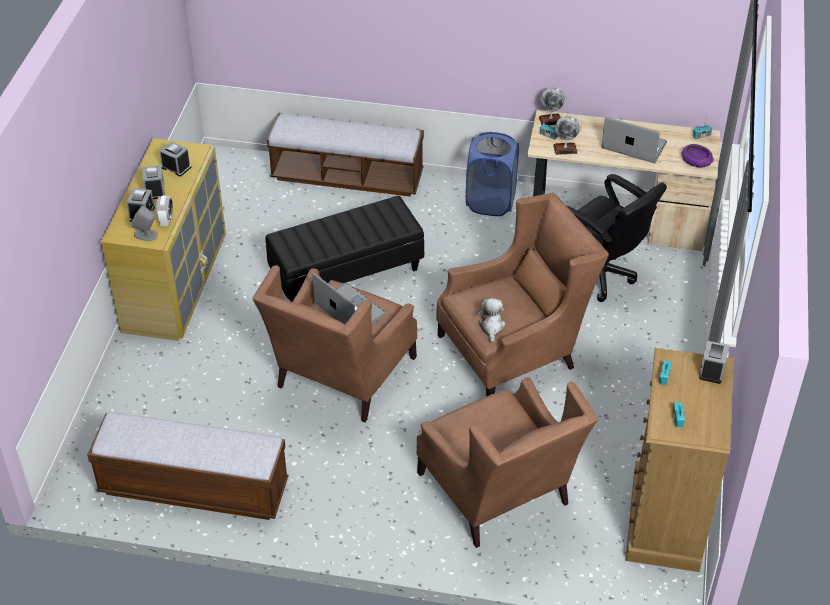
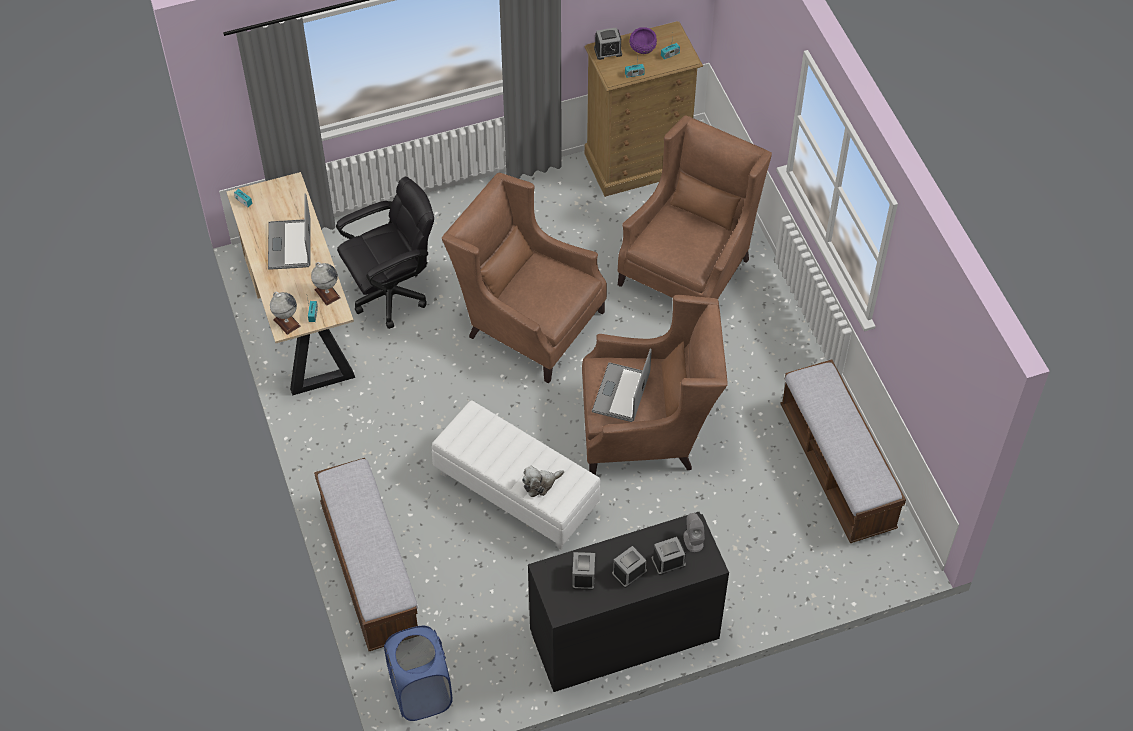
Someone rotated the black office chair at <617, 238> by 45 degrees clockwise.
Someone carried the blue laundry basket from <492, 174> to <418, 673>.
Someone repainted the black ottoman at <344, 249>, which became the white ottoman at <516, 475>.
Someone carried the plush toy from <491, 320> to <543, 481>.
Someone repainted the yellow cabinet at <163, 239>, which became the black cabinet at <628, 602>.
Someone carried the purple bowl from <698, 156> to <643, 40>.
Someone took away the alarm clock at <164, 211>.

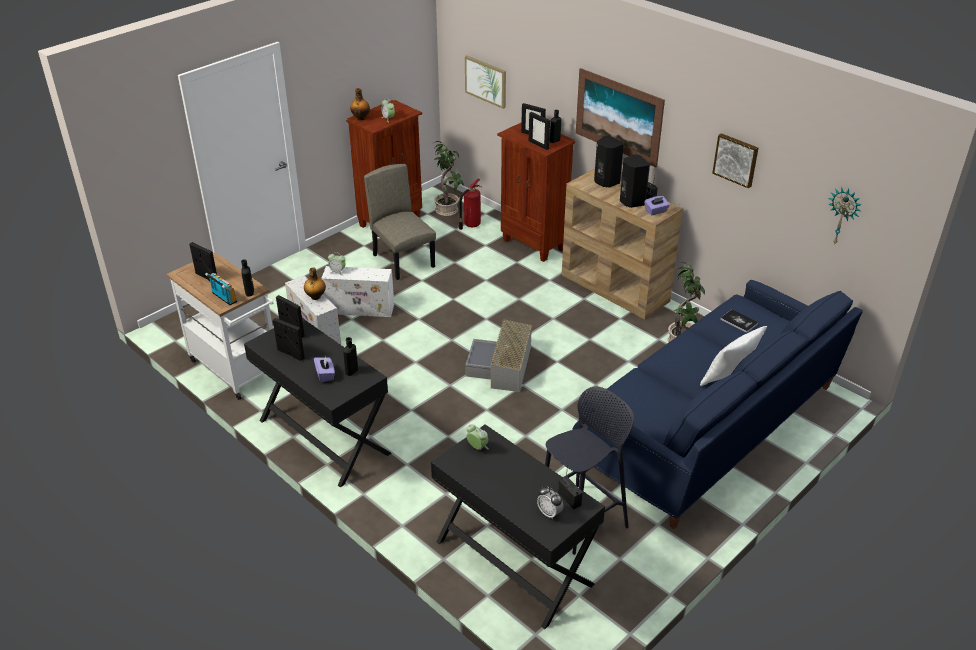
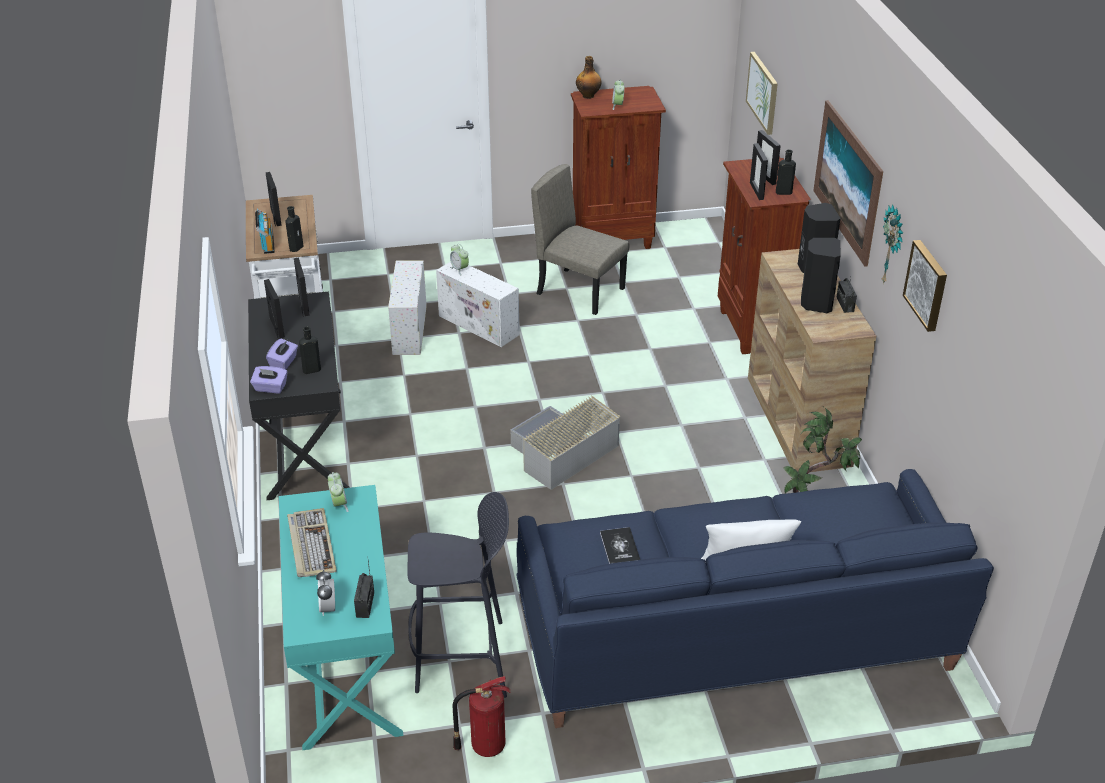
Someone carried the purple tissue box from <657, 205> to <269, 379>.
Someone repainted the black desk at <518, 526>, which became the turquoise desk at <341, 617>.
Someone put down the keyboard at <312, 542>.
Someone carried the fire extinguisher from <470, 204> to <481, 716>.
Someone rotated the beige chair at <400, 222> by 60 degrees counterclockwise.
Someone carried the book from <739, 321> to <620, 545>.
Someone carried the wall clock from <845, 216> to <892, 244>.
Someone took away the bottle at <315, 283>.
Someone took away the potted plant at <448, 178>.

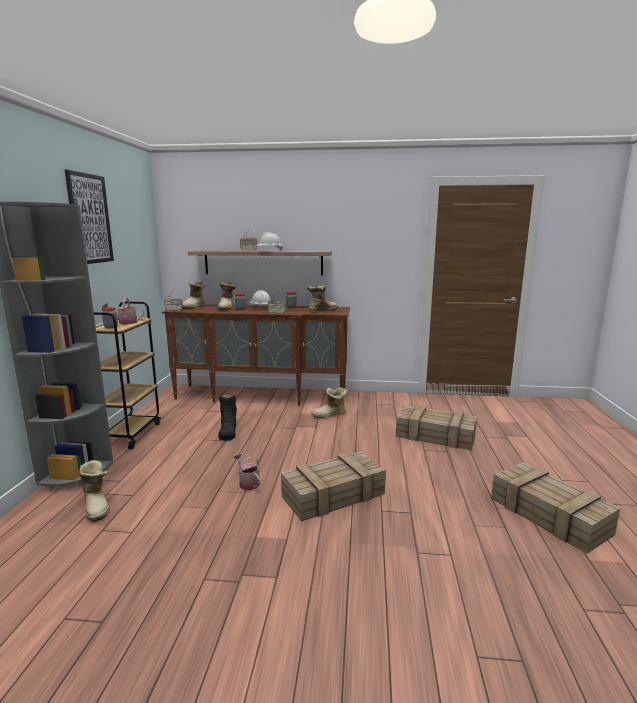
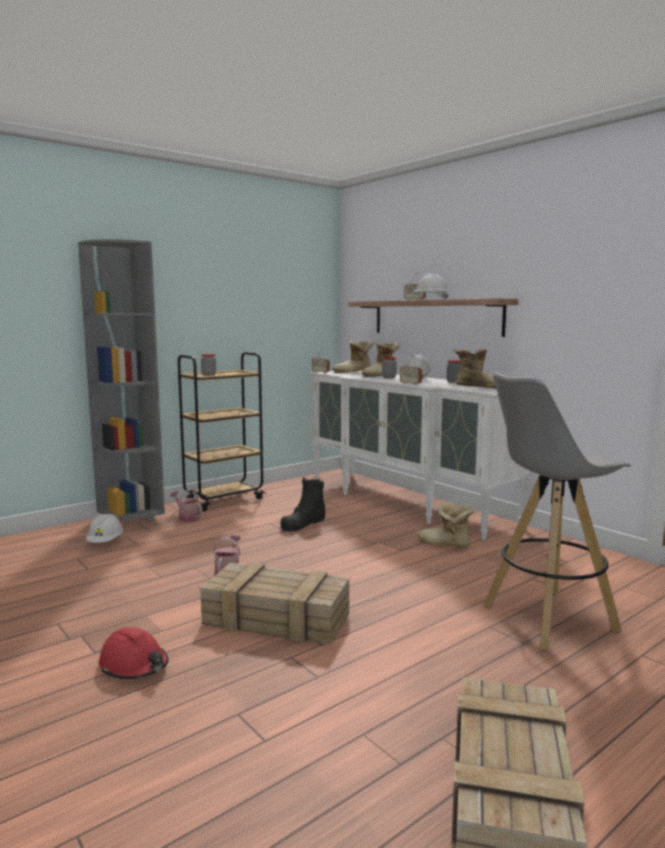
Someone swapped the boot at <94, 490> for the white hard hat at <104, 528>.
Someone put down the red hard hat at <134, 653>.
Someone carried the watering can from <123, 310> to <186, 505>.
Someone repainted the brown cabinet at <255, 355>, which became the white cabinet at <419, 455>.
Someone swapped the crate at <436, 427> for the grey stool at <557, 511>.
Someone took away the picture at <89, 216>.

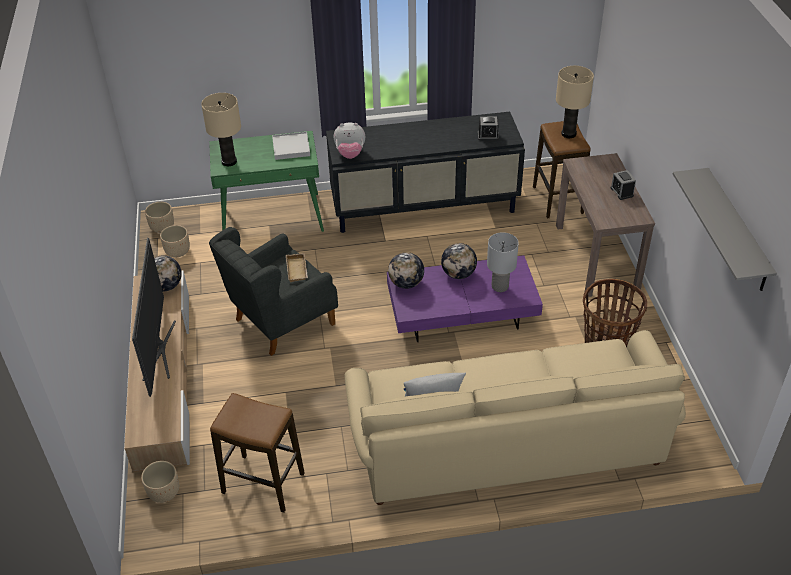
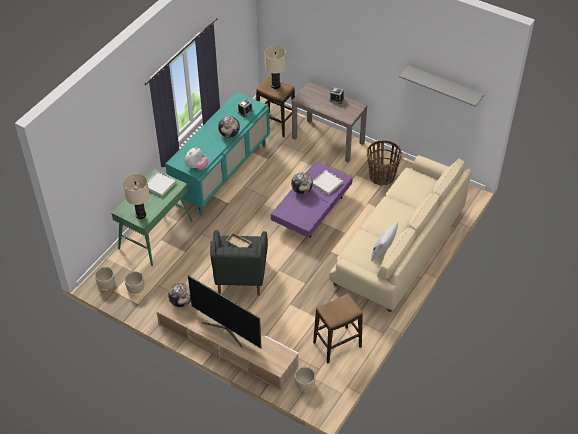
Someone repainted the black cabinet at <425, 172>, which became the turquoise cabinet at <217, 154>.
Someone carried the globe from <406, 270> to <229, 127>.
Someone swapped the grey table lamp at <503, 262> for the white tray at <328, 182>.

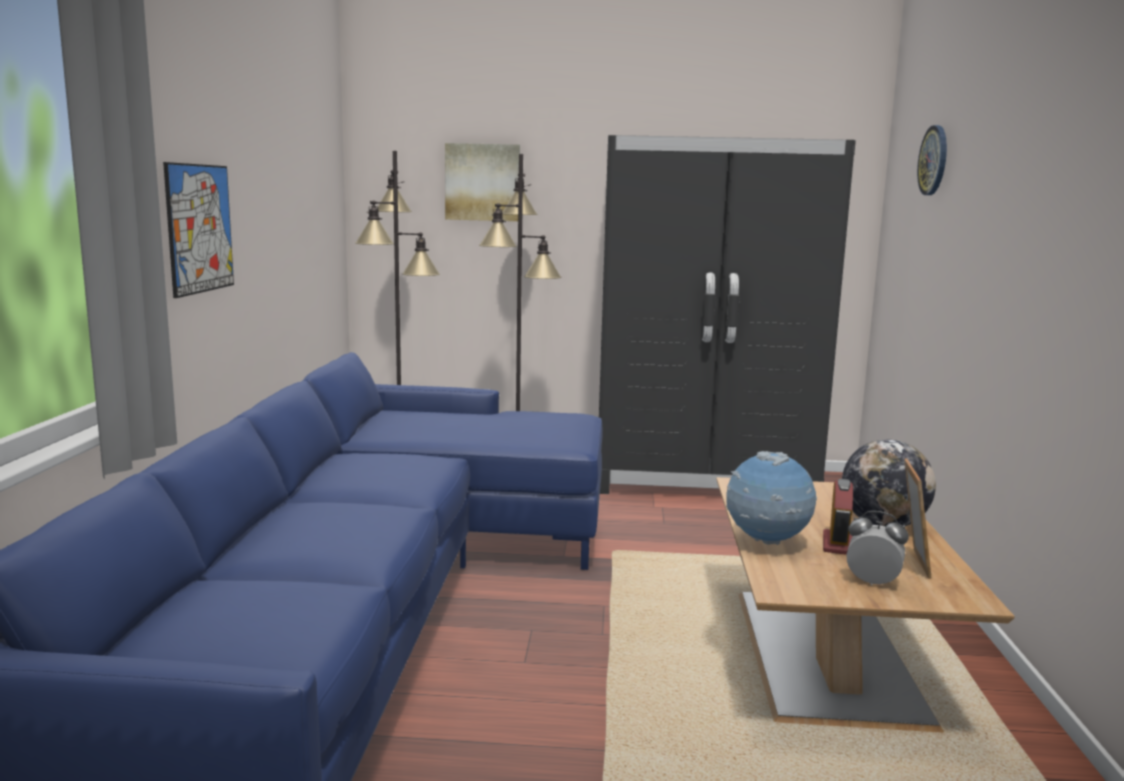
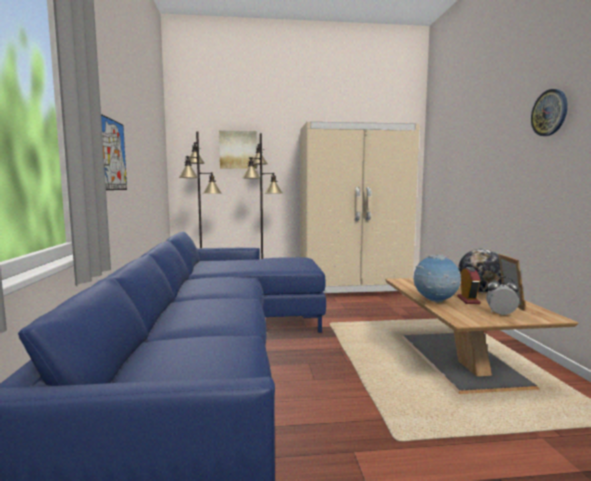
Someone repainted the black cabinet at <727, 314>, which became the beige cabinet at <360, 209>.
Someone carried the wall clock from <932, 160> to <549, 112>.

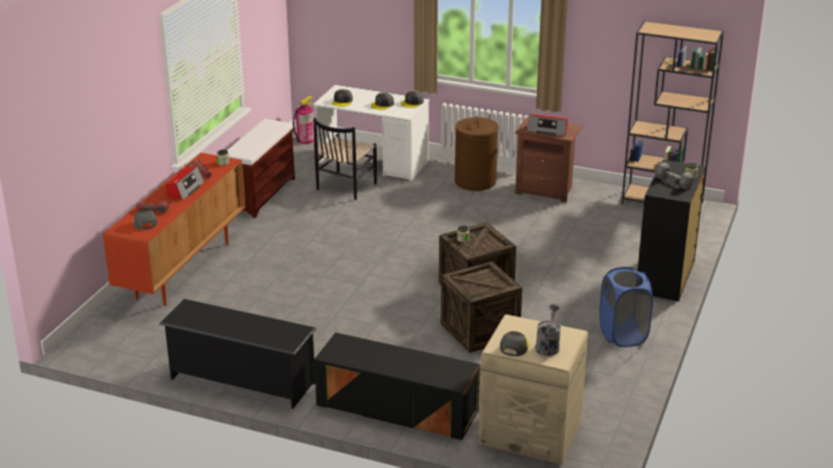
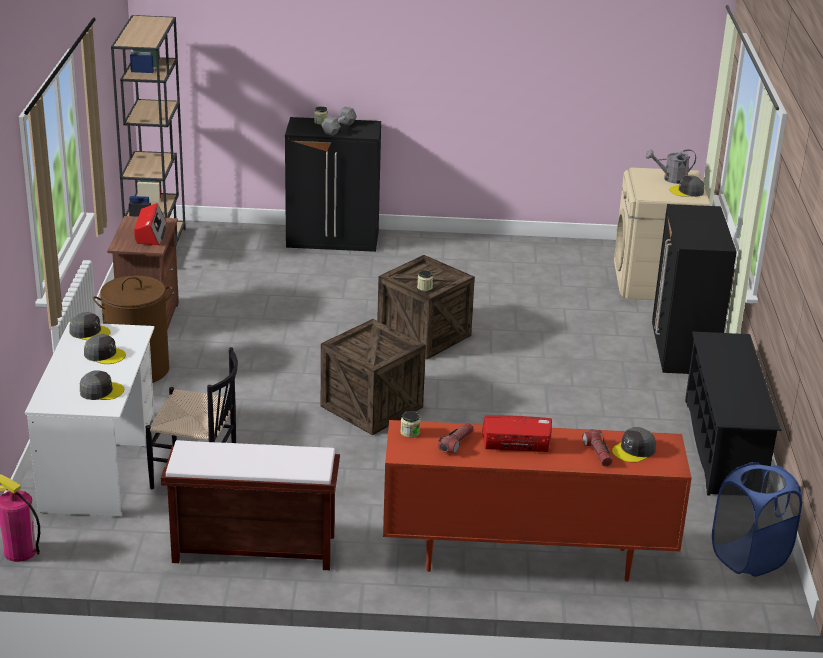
Someone carried the crate from <481, 307> to <373, 377>.
Someone swapped the black bench at <397, 386> for the black cabinet at <694, 289>.
Someone carried the blue laundry basket from <626, 307> to <757, 519>.

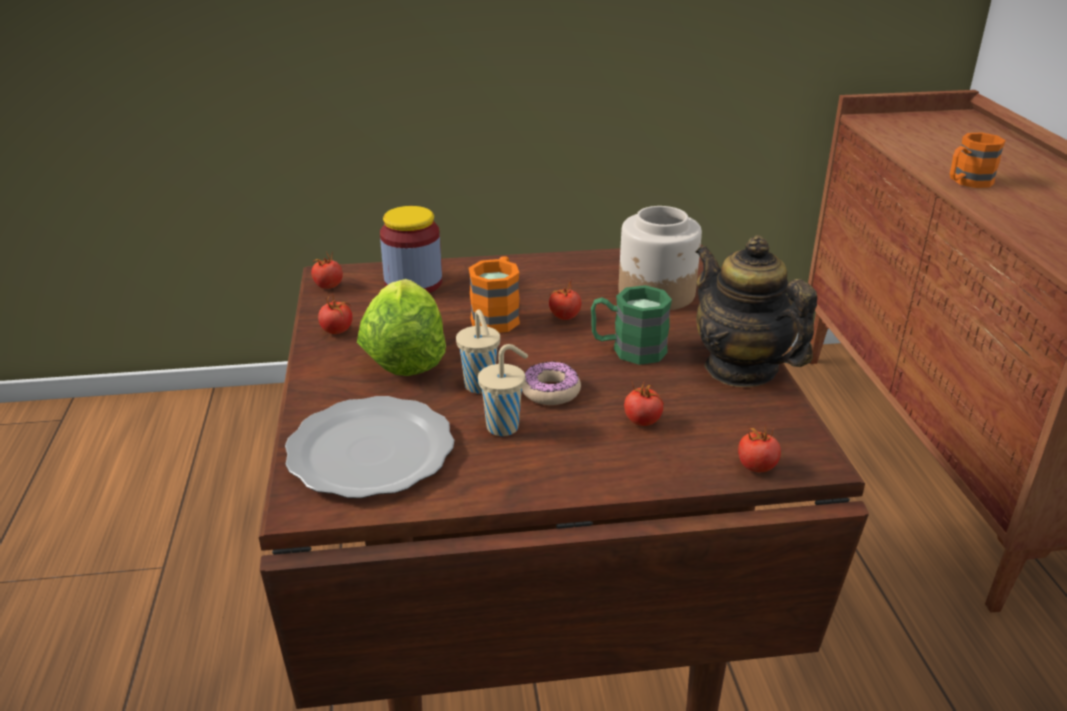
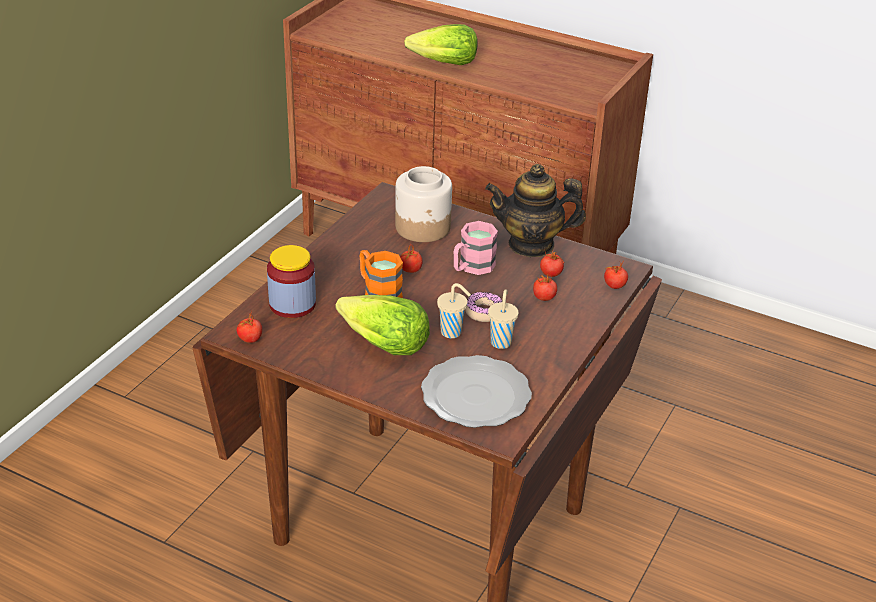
Someone swapped the orange mug at <978, 160> for the lettuce at <441, 44>.
Someone repainted the green mug at <631, 325>, which became the pink mug at <475, 248>.
Someone carried the tomato from <335, 312> to <552, 264>.

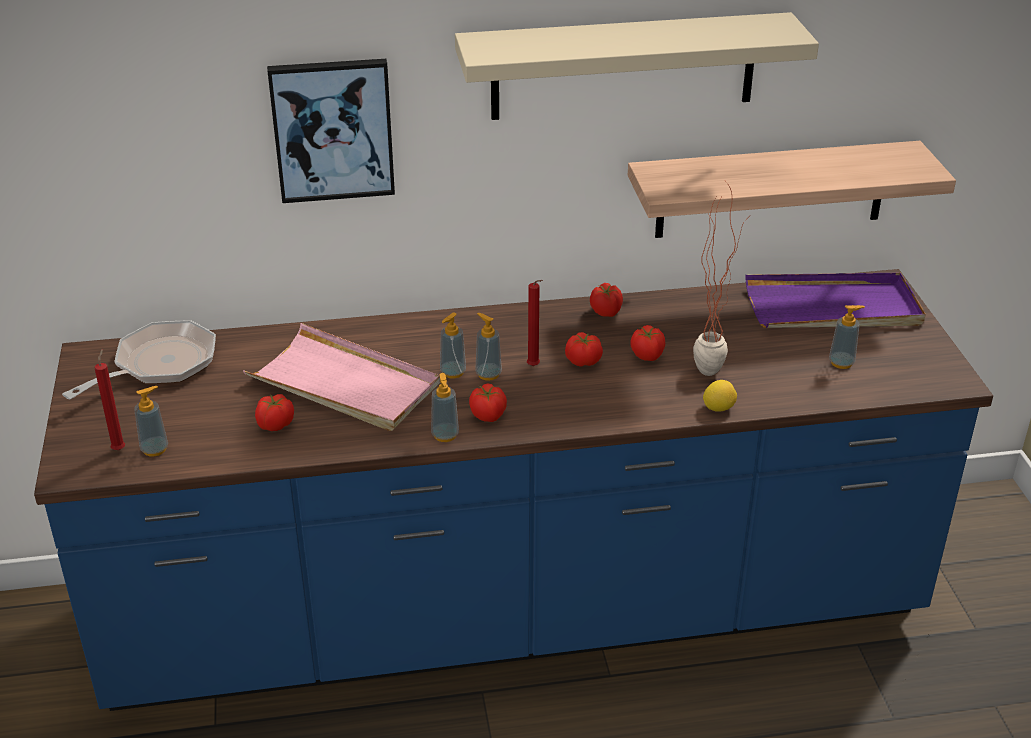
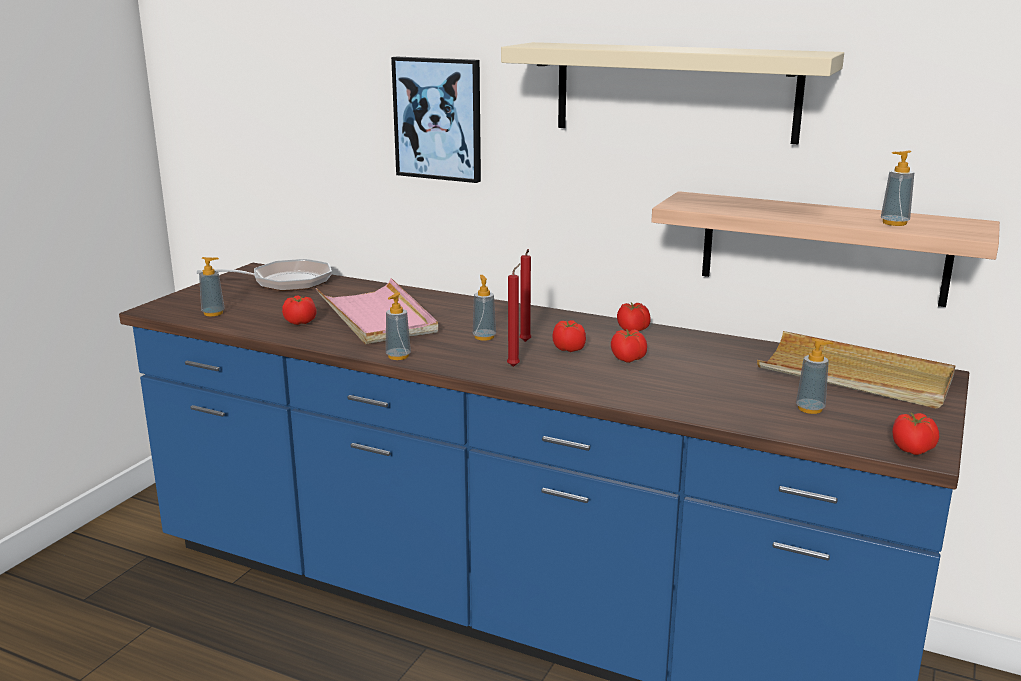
Someone carried the red candle from <110, 399> to <514, 315>.
Someone repainted the purple tray at <836, 300>, which became the beige tray at <856, 369>.
Someone carried the soap dispenser from <453, 345> to <897, 188>.
Someone carried the tomato from <488, 402> to <915, 433>.
Someone took away the potted plant at <719, 279>.
Someone took away the lemon at <720, 396>.

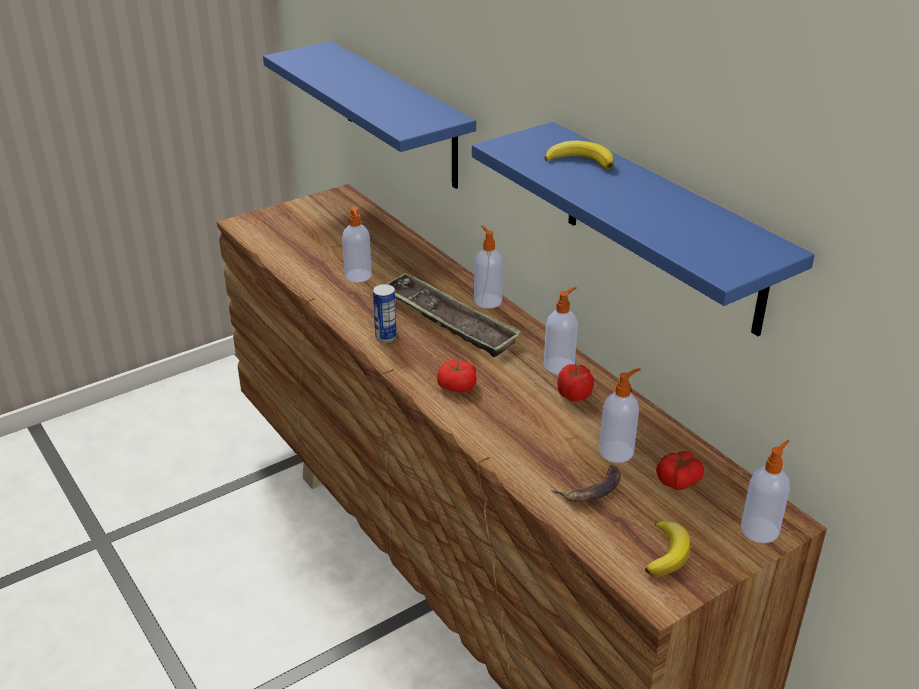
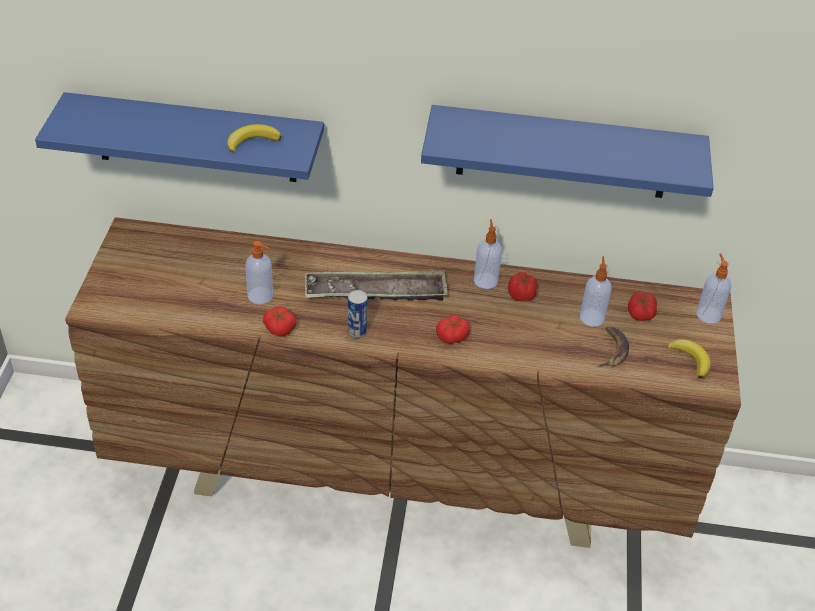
Someone carried the banana from <579, 154> to <254, 139>.
Someone put down the tomato at <279, 321>.
Someone took away the soap dispenser at <488, 267>.

